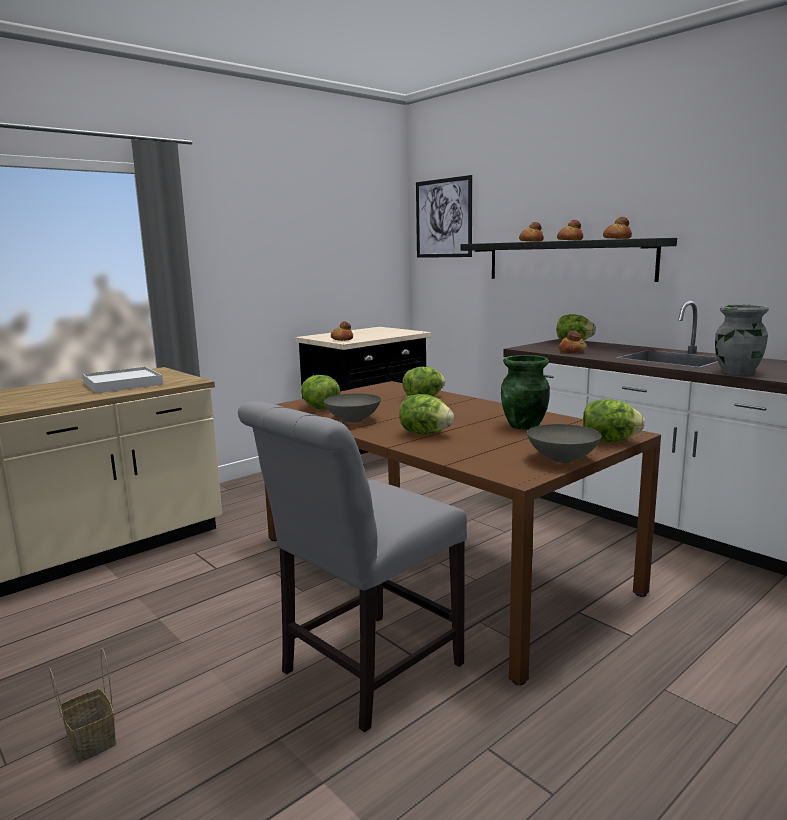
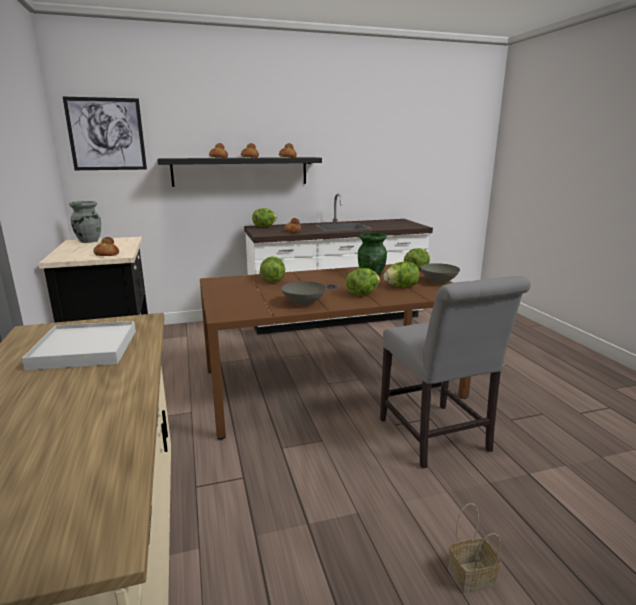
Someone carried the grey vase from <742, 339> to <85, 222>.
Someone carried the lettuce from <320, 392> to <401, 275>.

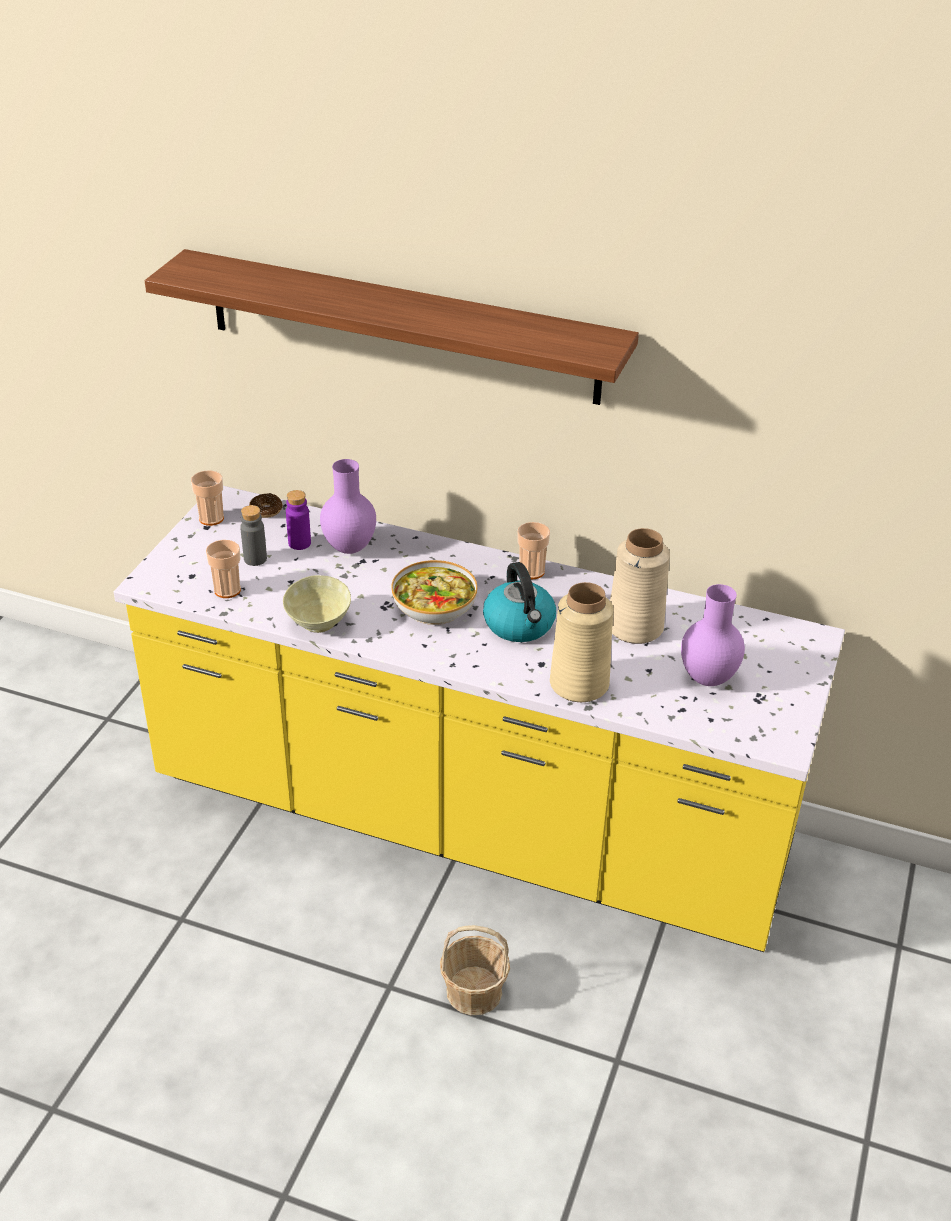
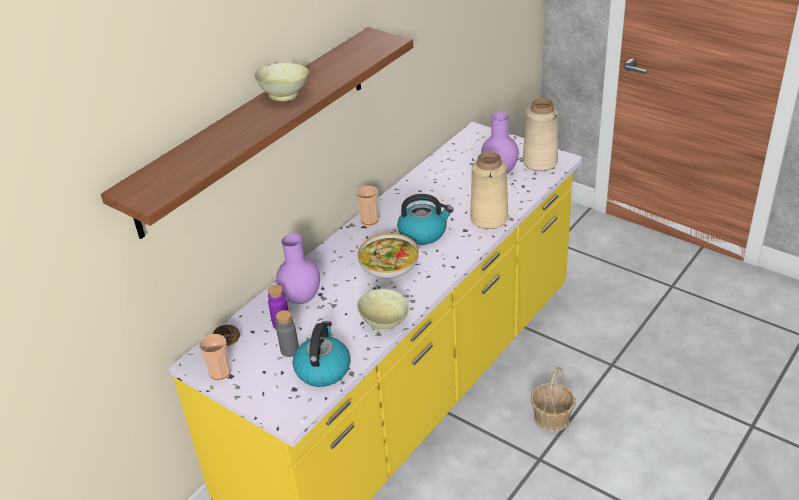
Someone put down the beige bowl at <281, 82>.
Someone swapped the cup at <223, 569> for the kettle at <322, 354>.
Someone carried the beige vase from <640, 586> to <540, 134>.

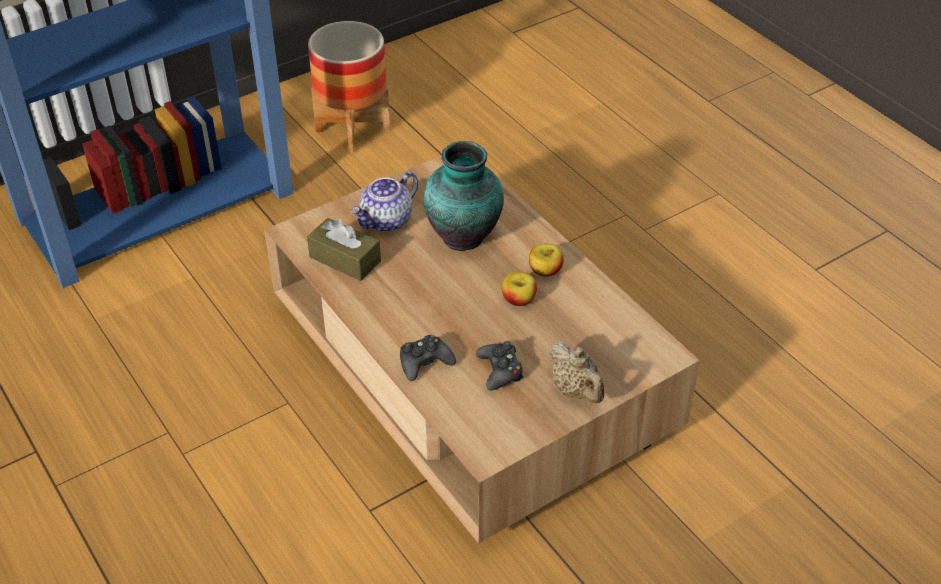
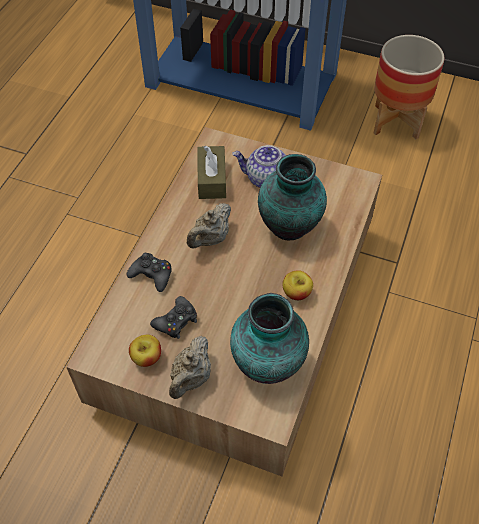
Someone carried the apple from <519, 288> to <145, 351>.
Someone put down the beige teapot at <209, 226>.
Someone put down the vase at <269, 338>.

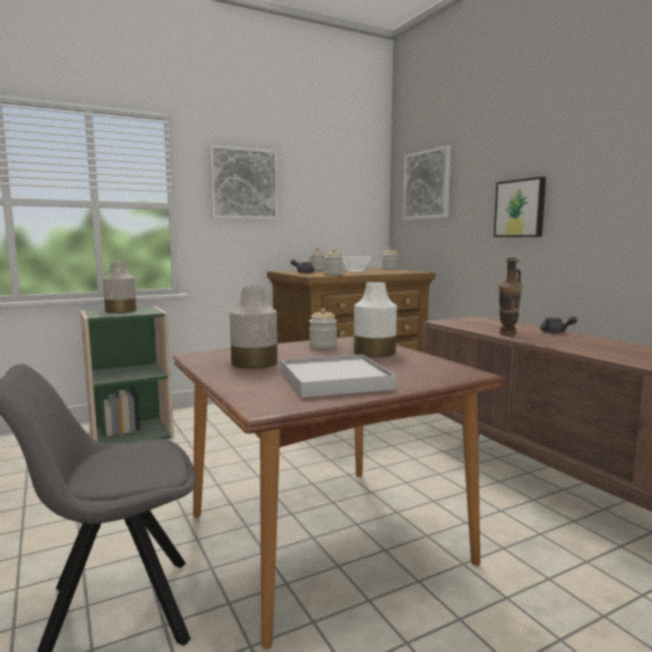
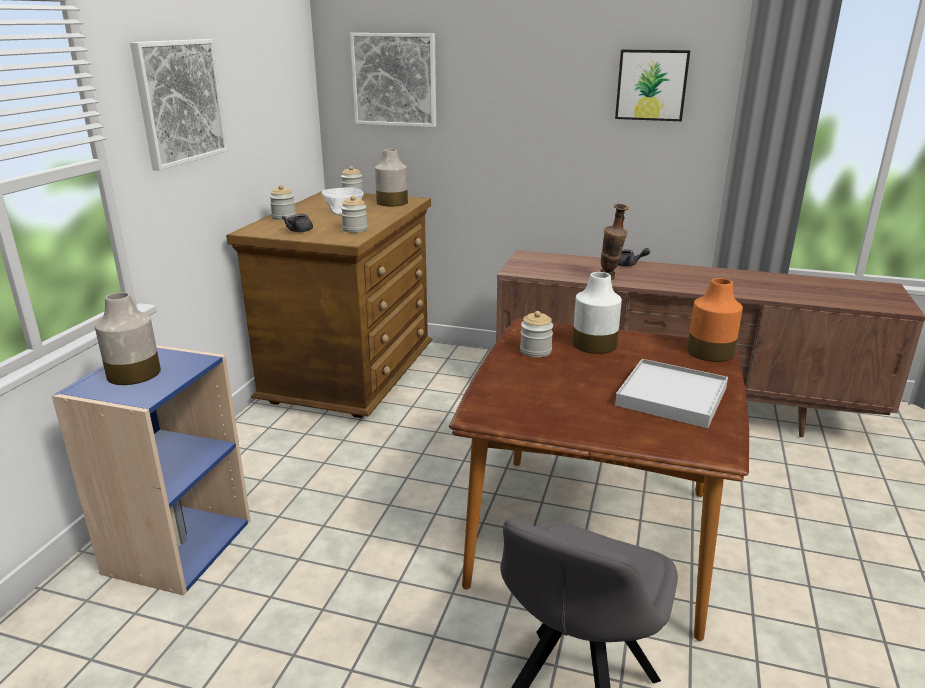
Someone repainted the green bookcase at <127, 375>, which became the blue bookcase at <151, 470>.
Someone carried the beige vase from <254, 327> to <391, 177>.
Someone carried the picture from <520, 207> to <652, 85>.
Someone put down the orange vase at <715, 320>.

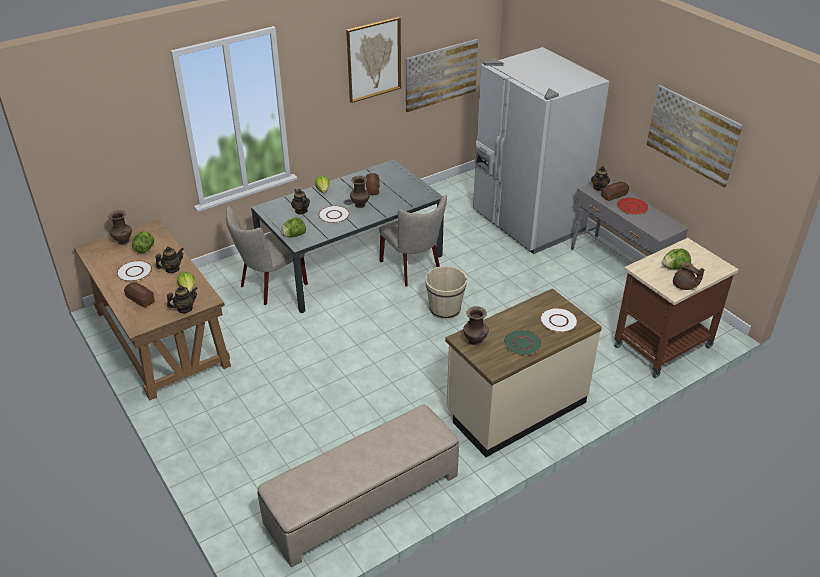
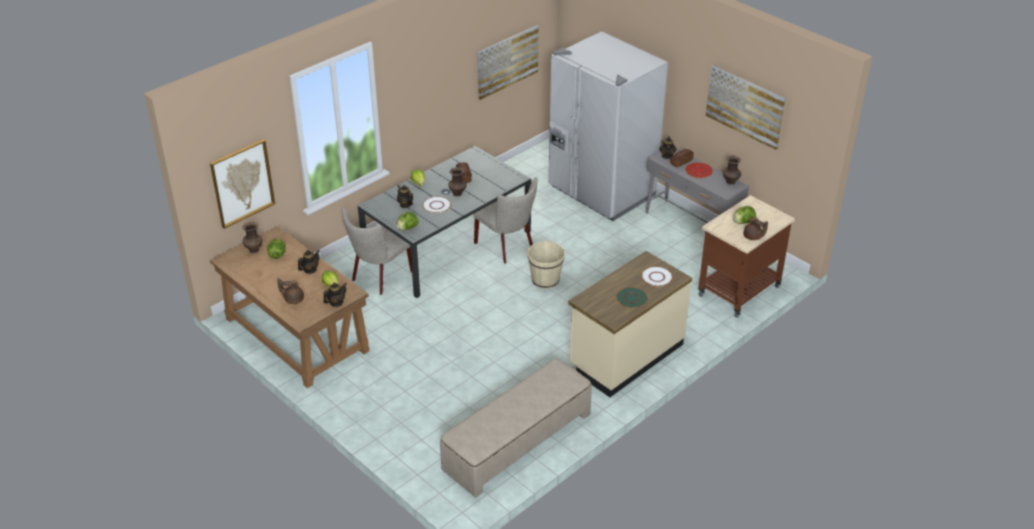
Someone carried the picture from <373, 60> to <242, 184>.
Someone swapped the bread at <139, 294> for the brown teapot at <290, 291>.
Someone carried the brown vase from <476, 326> to <732, 170>.
Someone took away the white plate at <134, 271>.

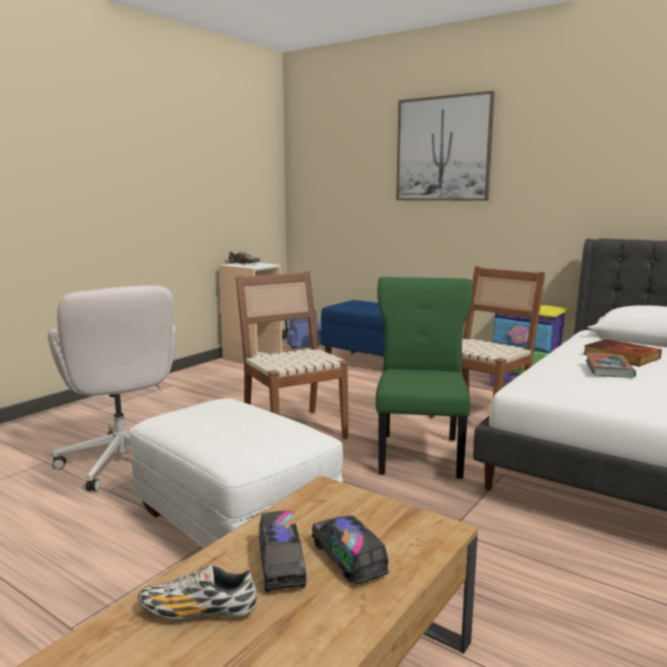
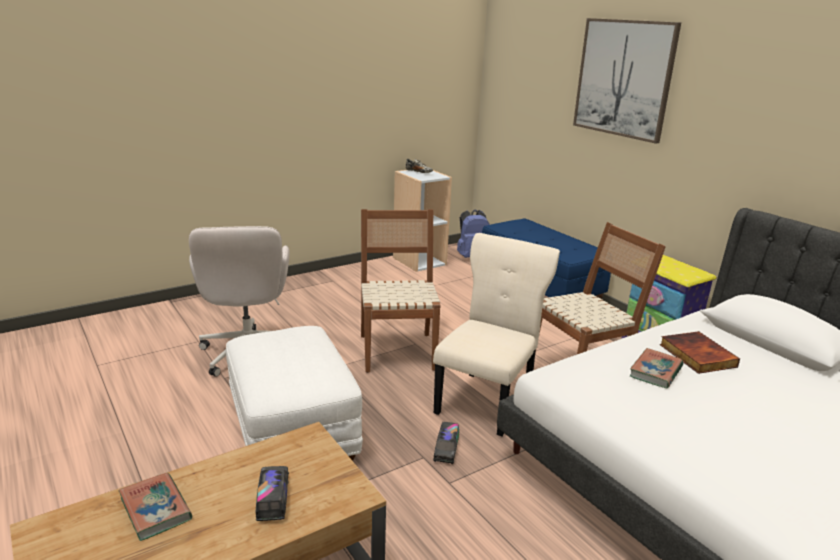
Someone swapped the shoe at <197, 591> for the book at <155, 507>.
Someone repainted the green chair at <424, 378>, which became the beige chair at <496, 334>.
Someone carried the toy truck from <283, 551> to <446, 443>.

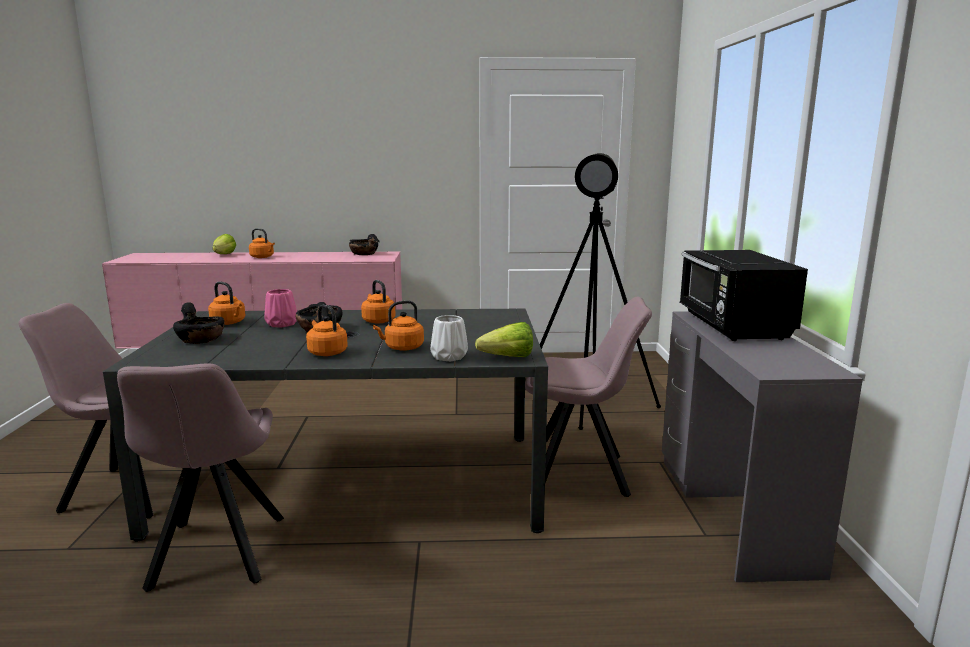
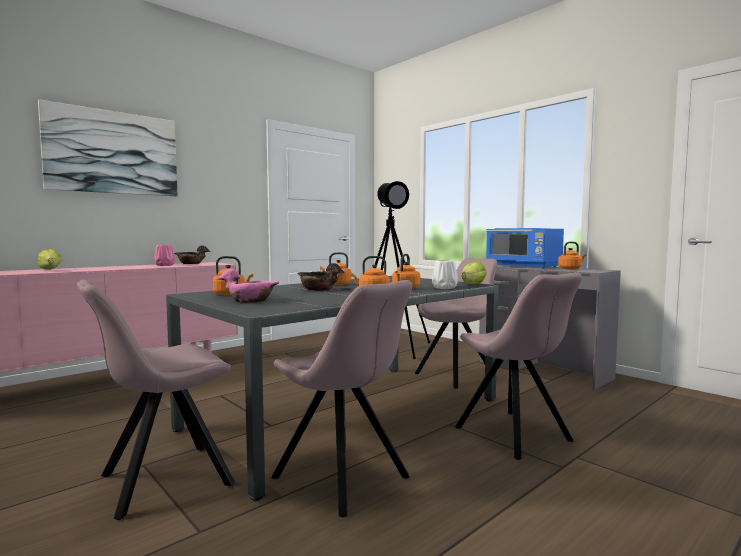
Someone put up the picture at <108, 147>.
Someone carried the pink vase from <281, 308> to <164, 255>.
Someone repainted the black bowl at <199, 323>, which became the pink bowl at <247, 285>.
Someone put down the pink chair at <518, 366>.
Someone repainted the black microwave at <744, 295>, which became the blue microwave at <525, 248>.
Someone carried the orange kettle from <262, 243> to <572, 255>.

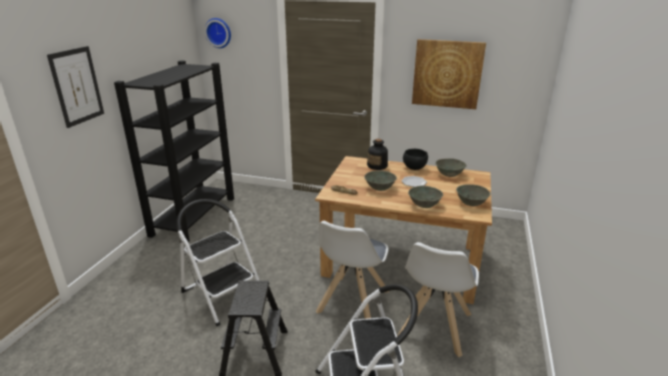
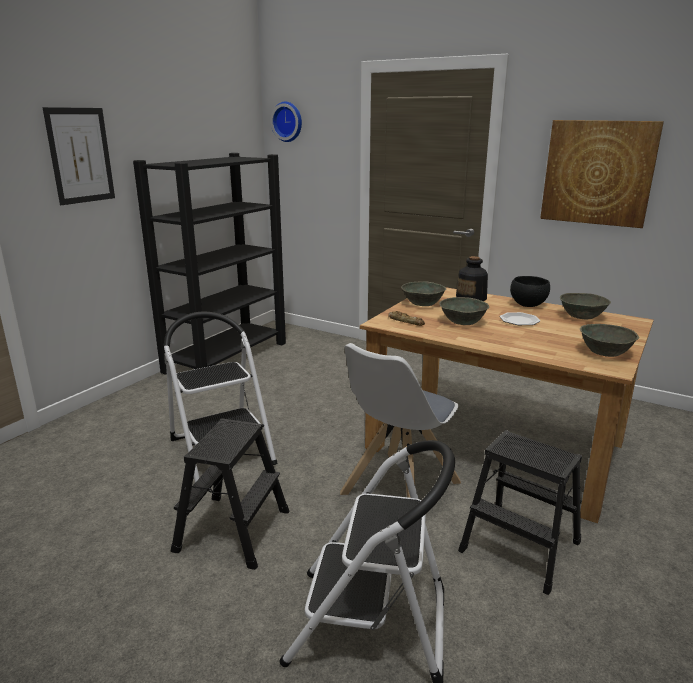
Someone carried the grey bowl from <425, 197> to <423, 293>.
Someone swapped the chair at <438, 299> for the black step ladder at <520, 512>.

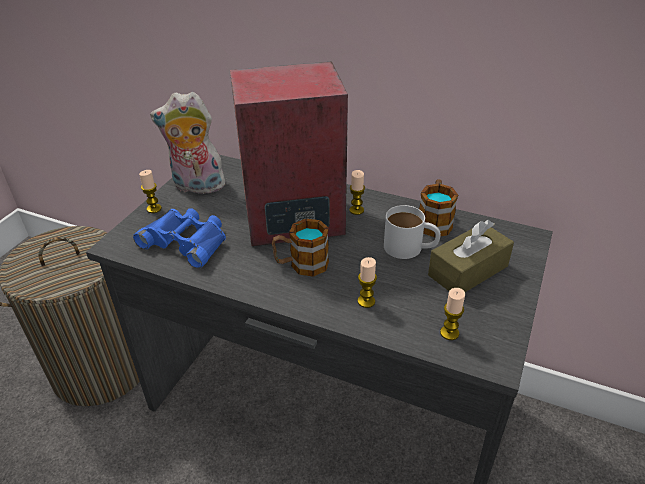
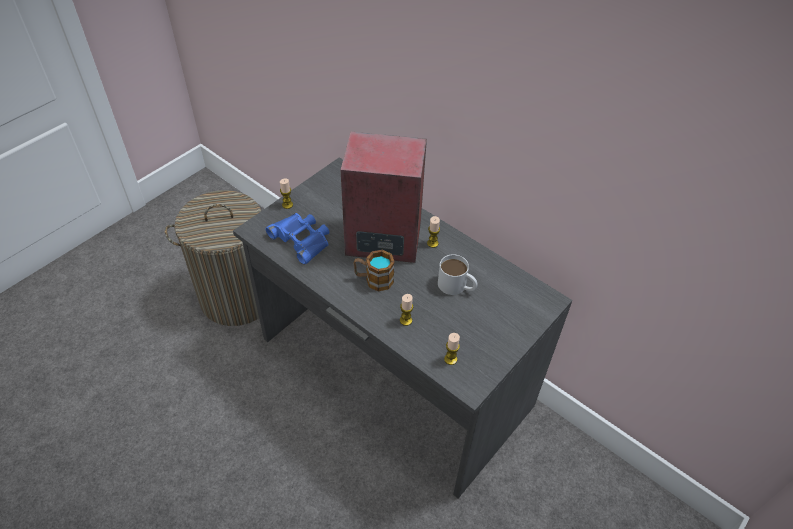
Someone took away the plush toy at <187, 143>.
Someone took away the mug at <438, 208>.
Someone took away the brown tissue box at <471, 256>.

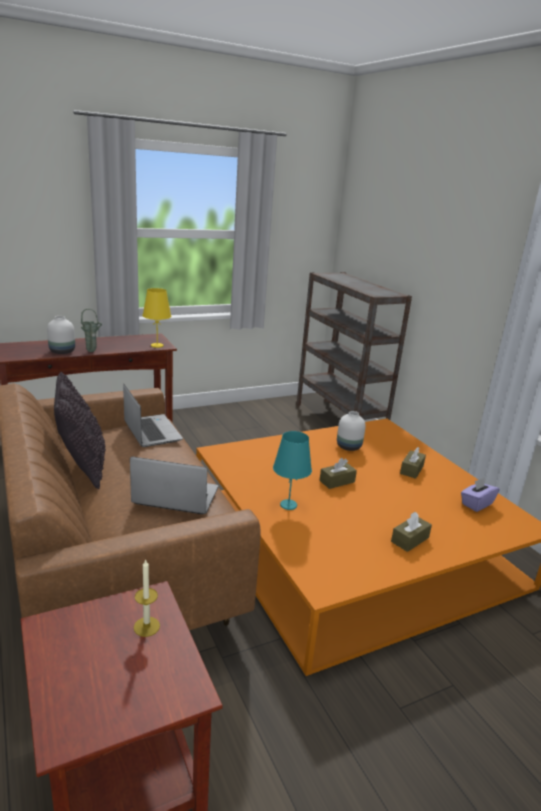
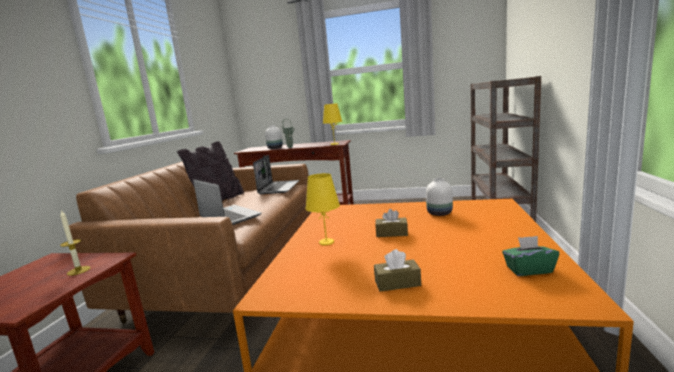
Someone repainted the turquoise table lamp at <292, 470>, which became the yellow table lamp at <322, 209>.
Someone repainted the purple tissue box at <480, 494>, which became the green tissue box at <530, 256>.
Someone took away the brown tissue box at <413, 463>.

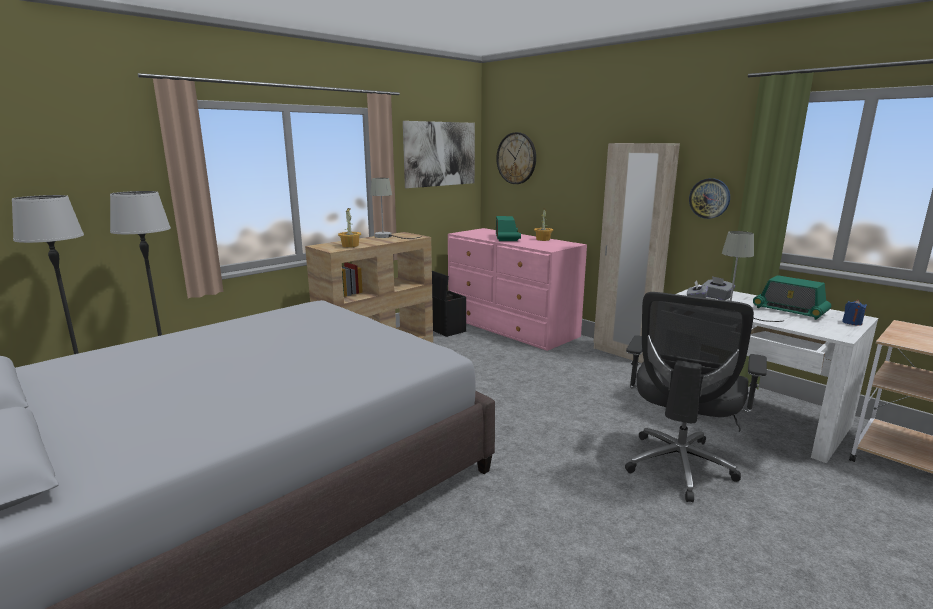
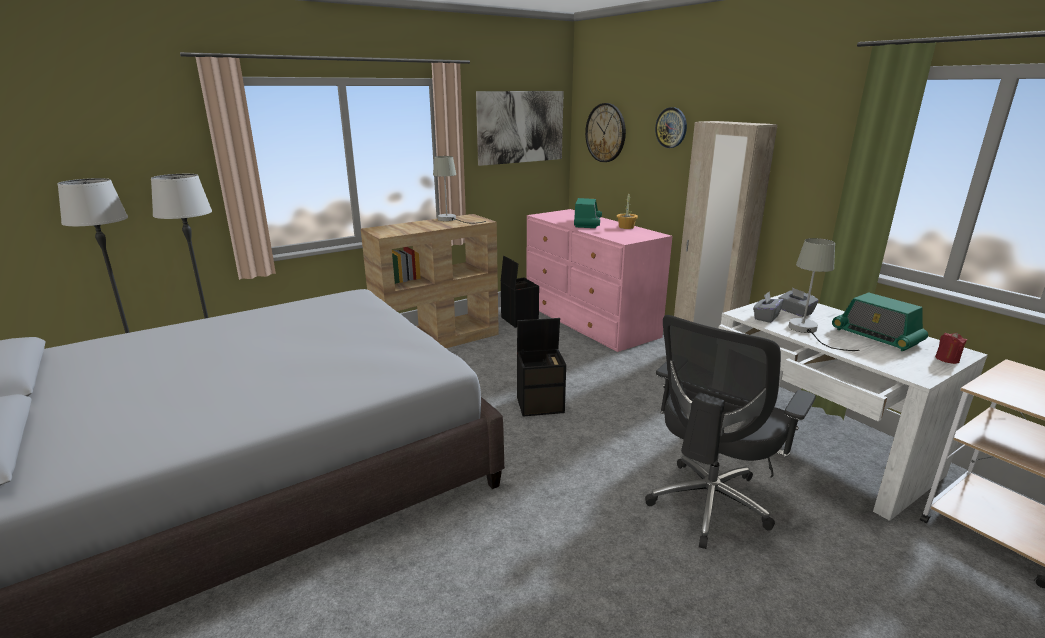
Someone put down the black storage box at <541, 367>.
Someone carried the wall clock from <709, 198> to <671, 127>.
Someone repainted the blue candle at <854, 313>, which became the red candle at <951, 348>.
Someone took away the potted plant at <349, 228>.

